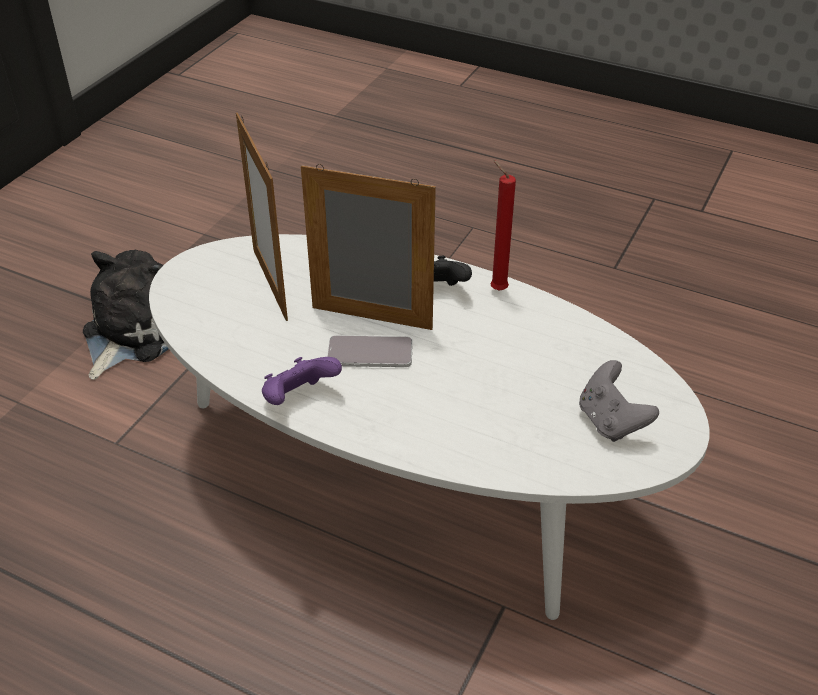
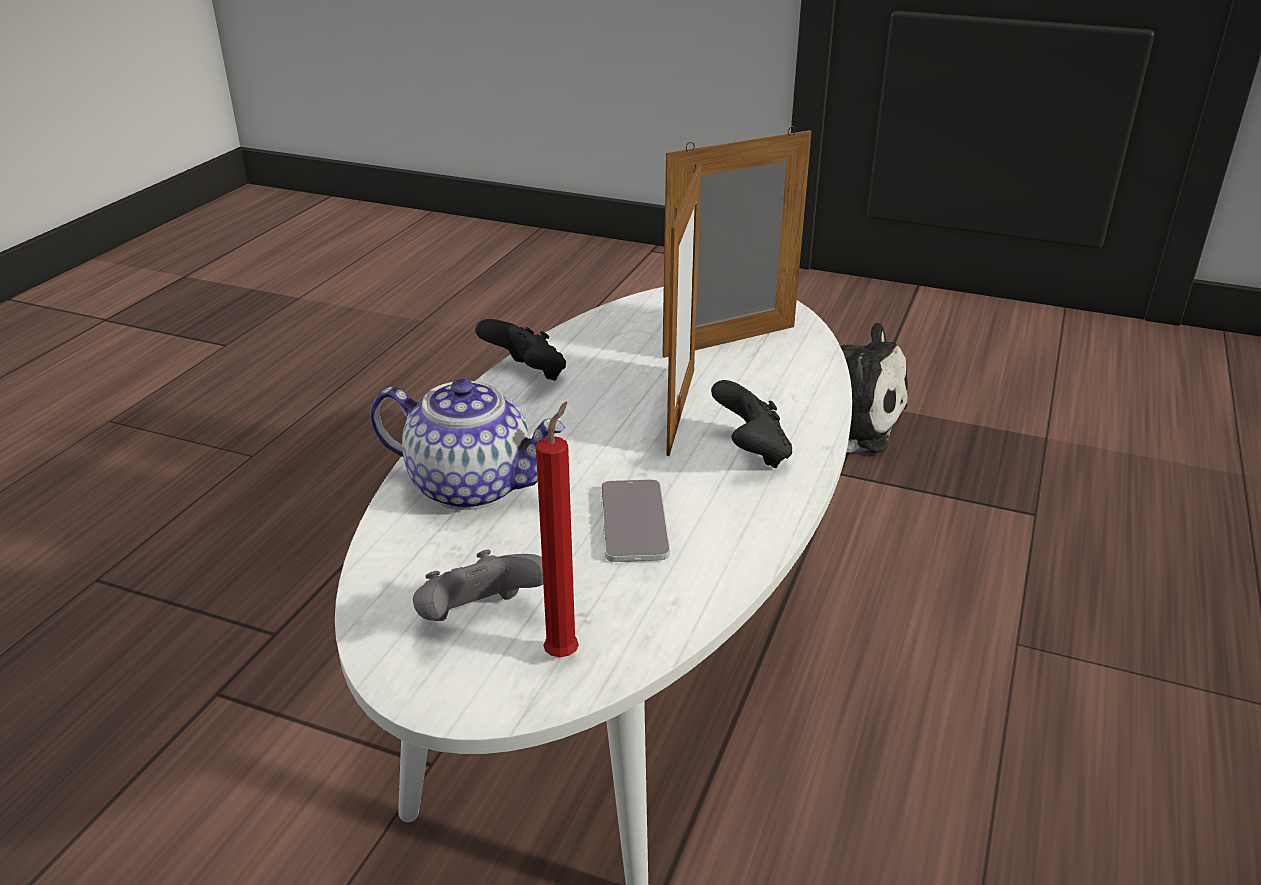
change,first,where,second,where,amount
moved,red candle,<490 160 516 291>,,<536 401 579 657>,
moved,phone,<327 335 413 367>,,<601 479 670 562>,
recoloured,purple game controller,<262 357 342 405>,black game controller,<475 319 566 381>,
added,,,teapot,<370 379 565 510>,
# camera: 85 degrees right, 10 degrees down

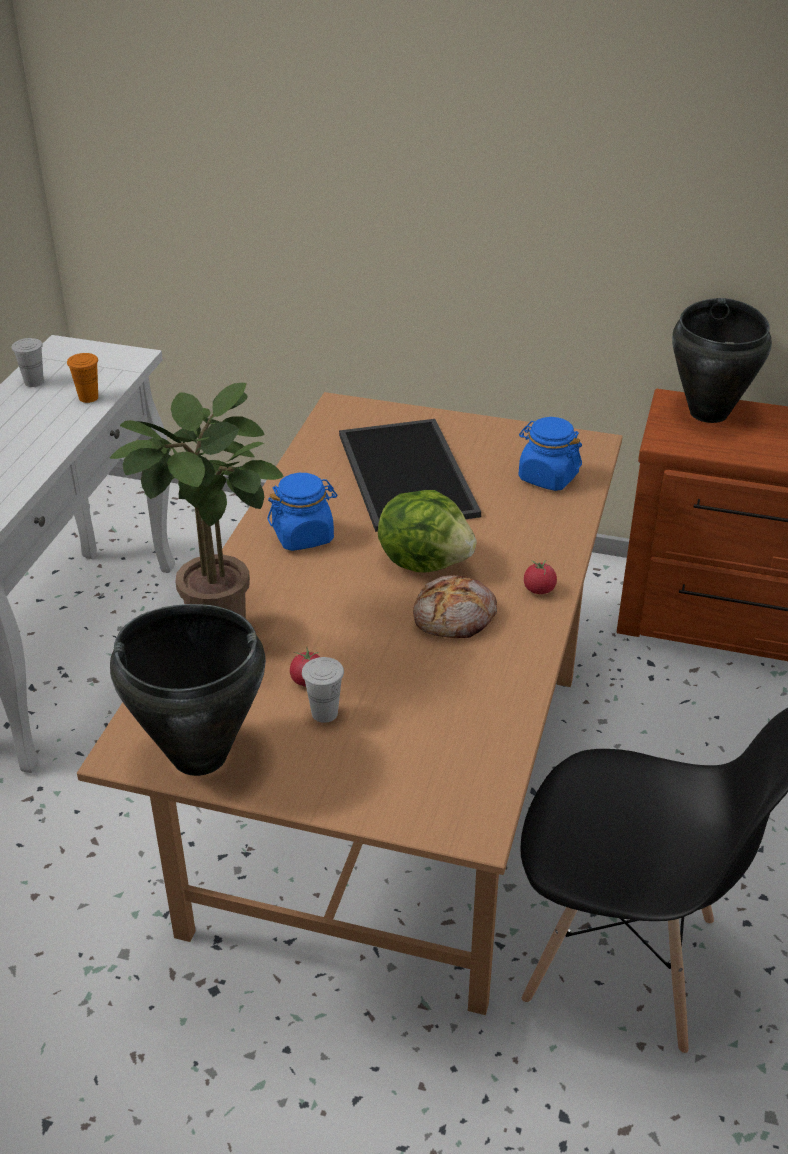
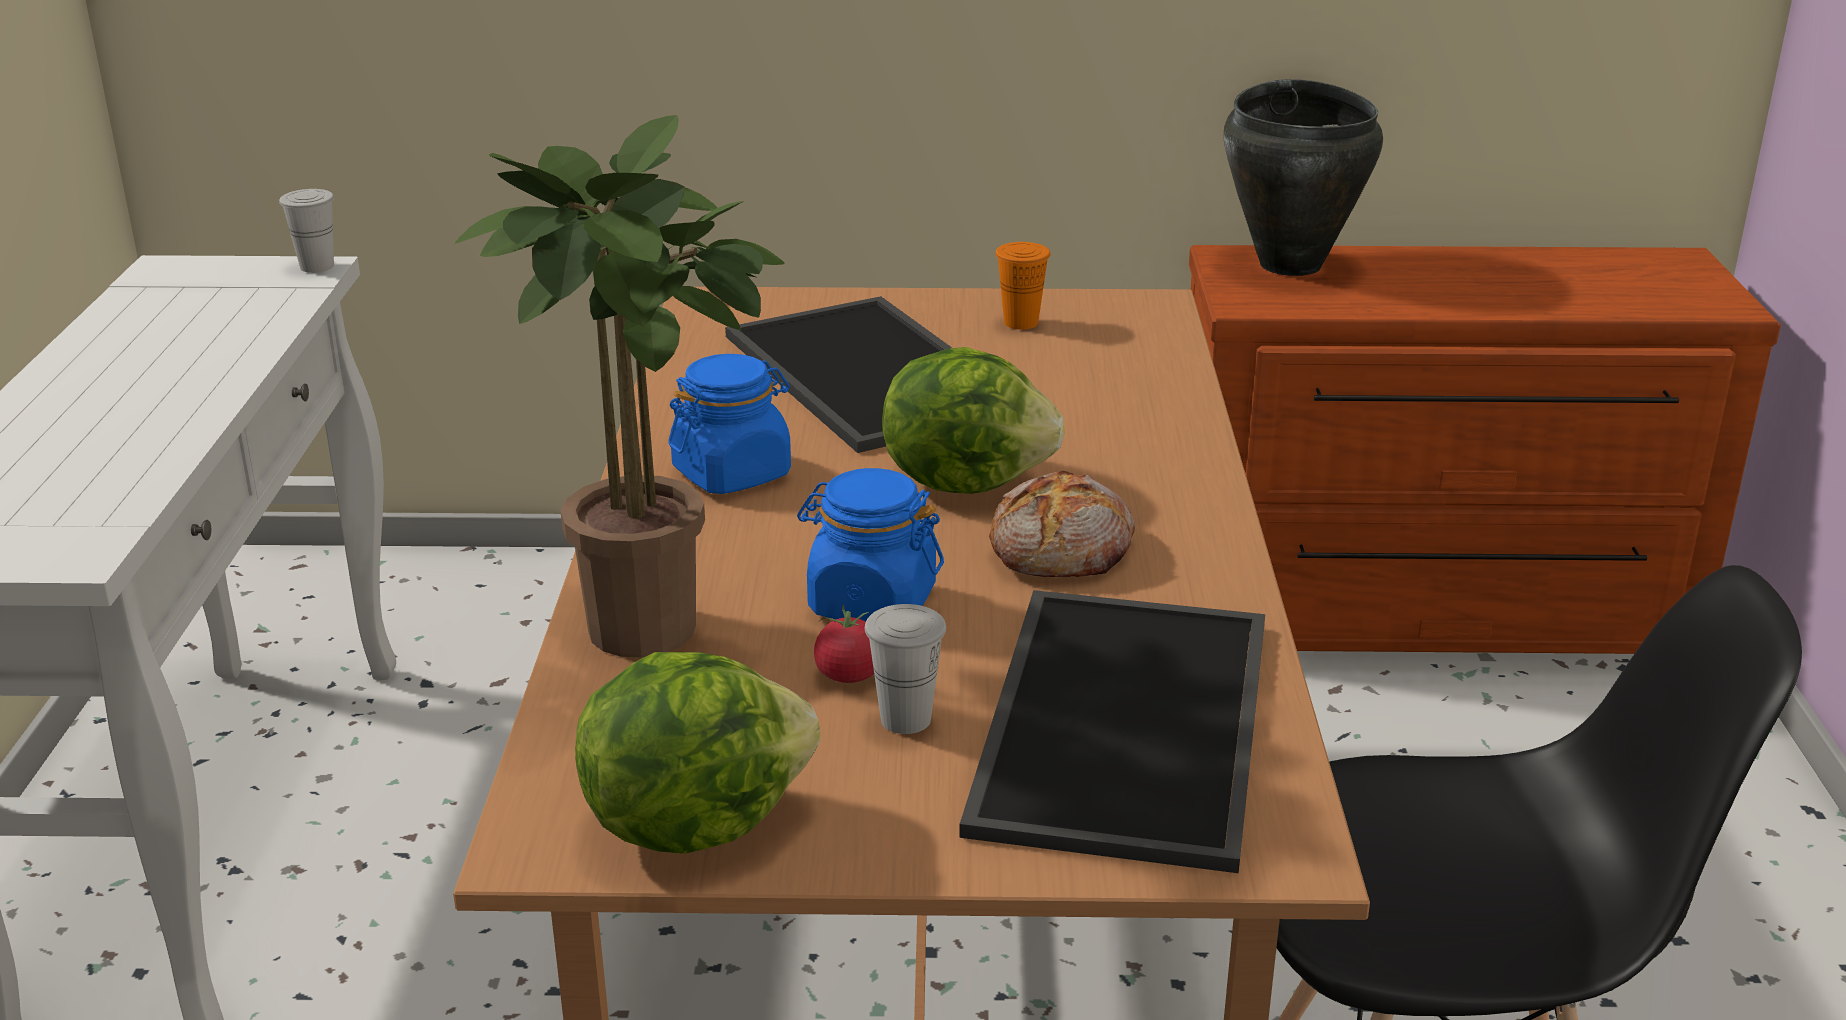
change,first,where,second,where,amount
moved,white cup,<12 338 44 387>,,<279 189 334 273>,
moved,orange cup,<67 353 98 403>,,<995 242 1050 330>,
moved,blue jar,<519 417 582 491>,,<797 468 944 622>,
removed,tomato,<524 560 557 594>,,,
replaced,black cooking pot,<110 604 266 776>,lettuce,<575 652 820 854>,
added,,,tray,<959 590 1265 873>,
# camera: 15 degrees left, 10 degrees down

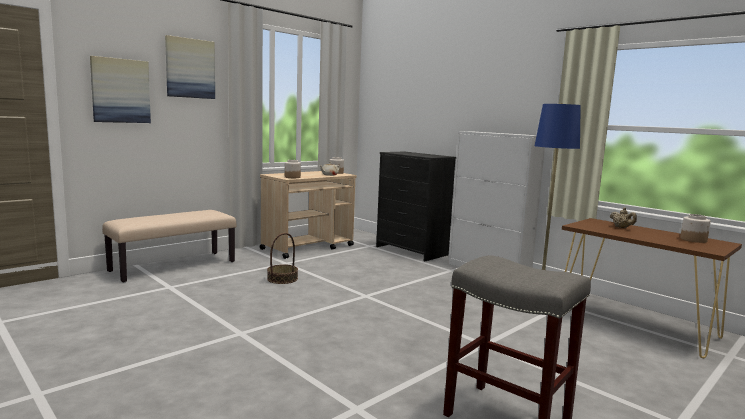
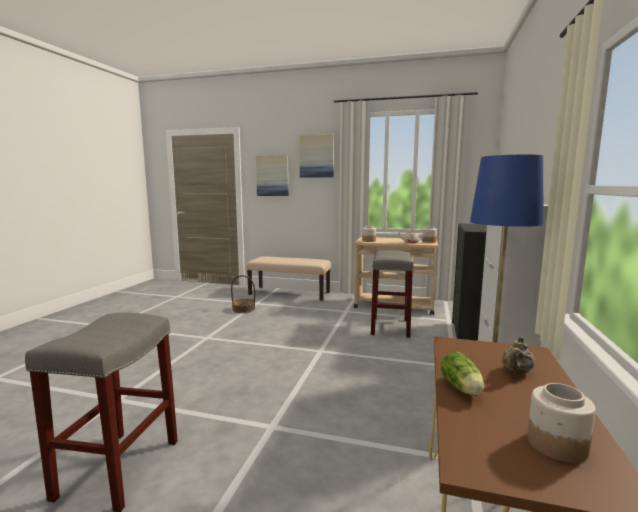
change,first,where,second,where,amount
moved,basket,<267 233 298 284>,,<231 275 255 313>,
added,,,grey stool,<371 250 414 338>,
added,,,lettuce,<441 352 484 396>,
# camera: 60 degrees right, 0 degrees up

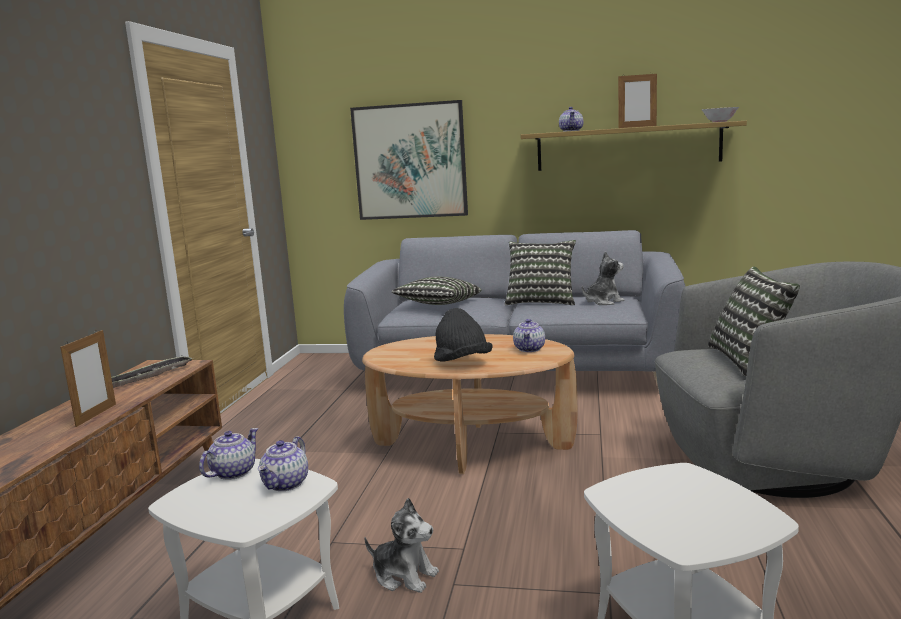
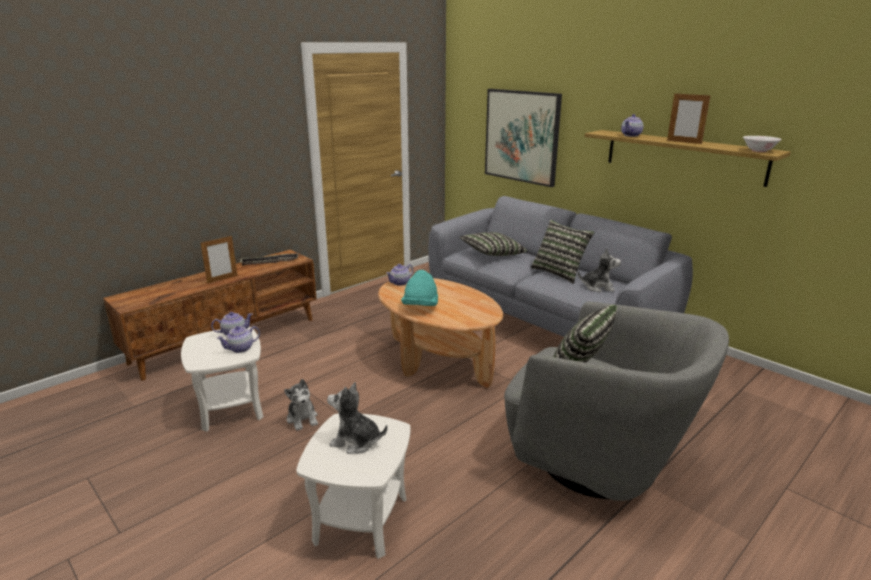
change,first,where,second,where,amount
recoloured,black hat,<434 308 493 362>,turquoise hat,<401 270 438 306>,
moved,teapot,<513 319 545 352>,,<386 264 413 286>,
added,,,plush toy,<327 382 387 454>,
# camera: 35 degrees right, 10 degrees up

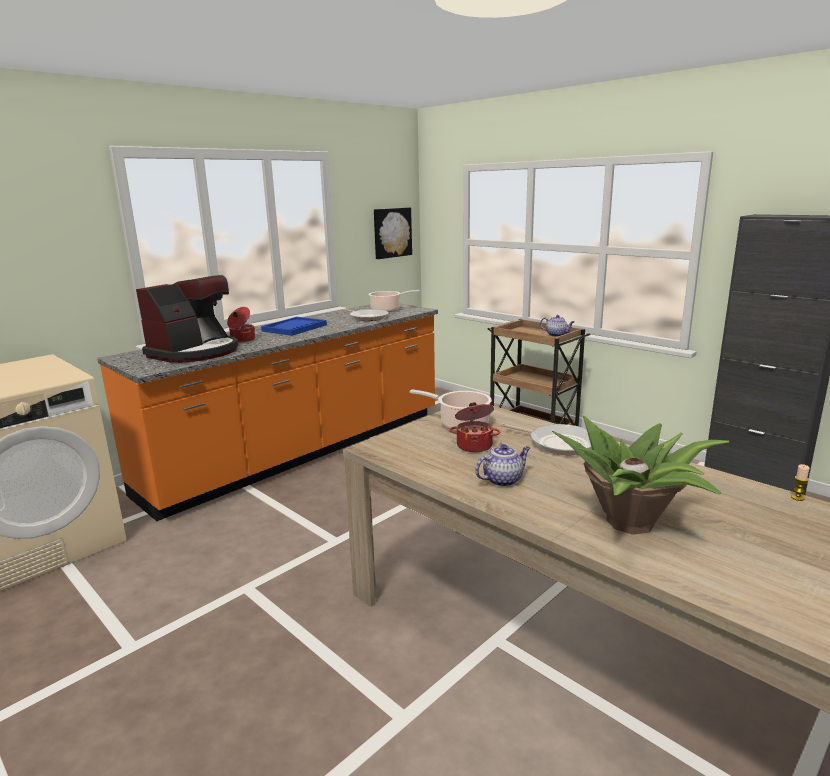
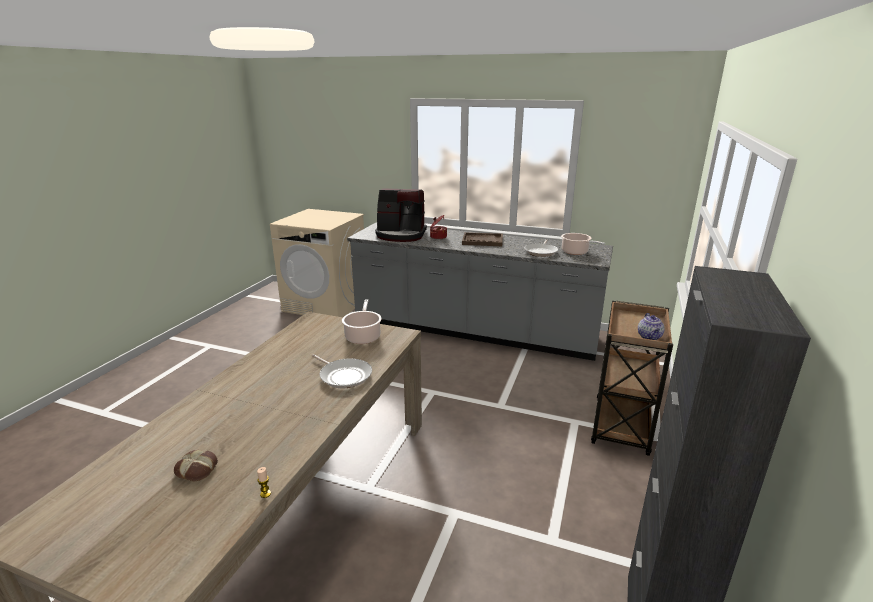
change,first,where,second,where,amount
removed,picture,<374 207 412 259>,,,
recoloured,orange counter,<97 303 438 521>,grey counter,<347 222 613 361>,
recoloured,blue tray,<261 317 327 336>,brown tray,<462 232 503 246>,
removed,cooking pot,<449 402 500 452>,,,
removed,potted plant,<552 416 729 535>,,,
turned,frying pan,<501 424 592 455>,,<312 354 372 388>,60 degrees counterclockwise
removed,teapot,<475 444 530 487>,,,
added,,,bread,<174 450 218 481>,
# camera: 65 degrees right, 5 degrees up

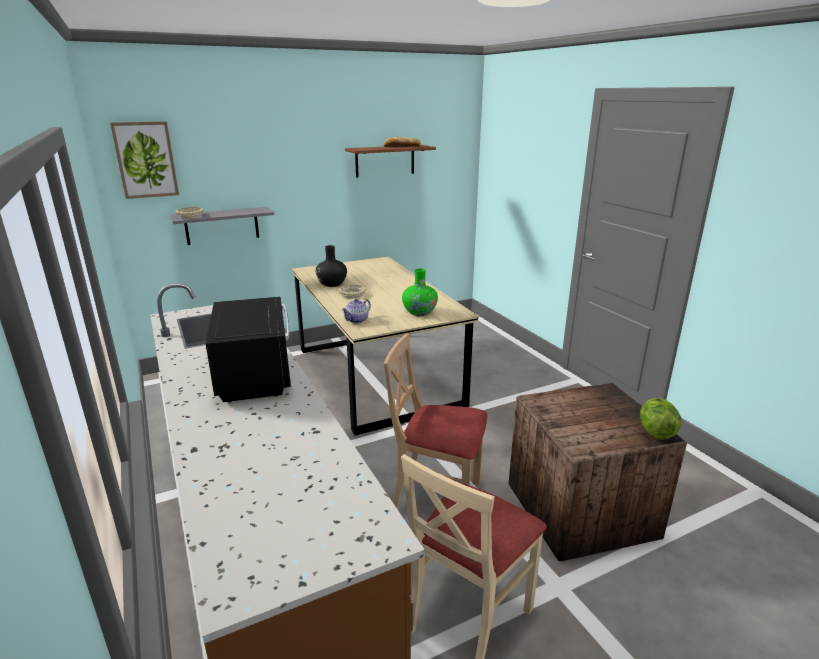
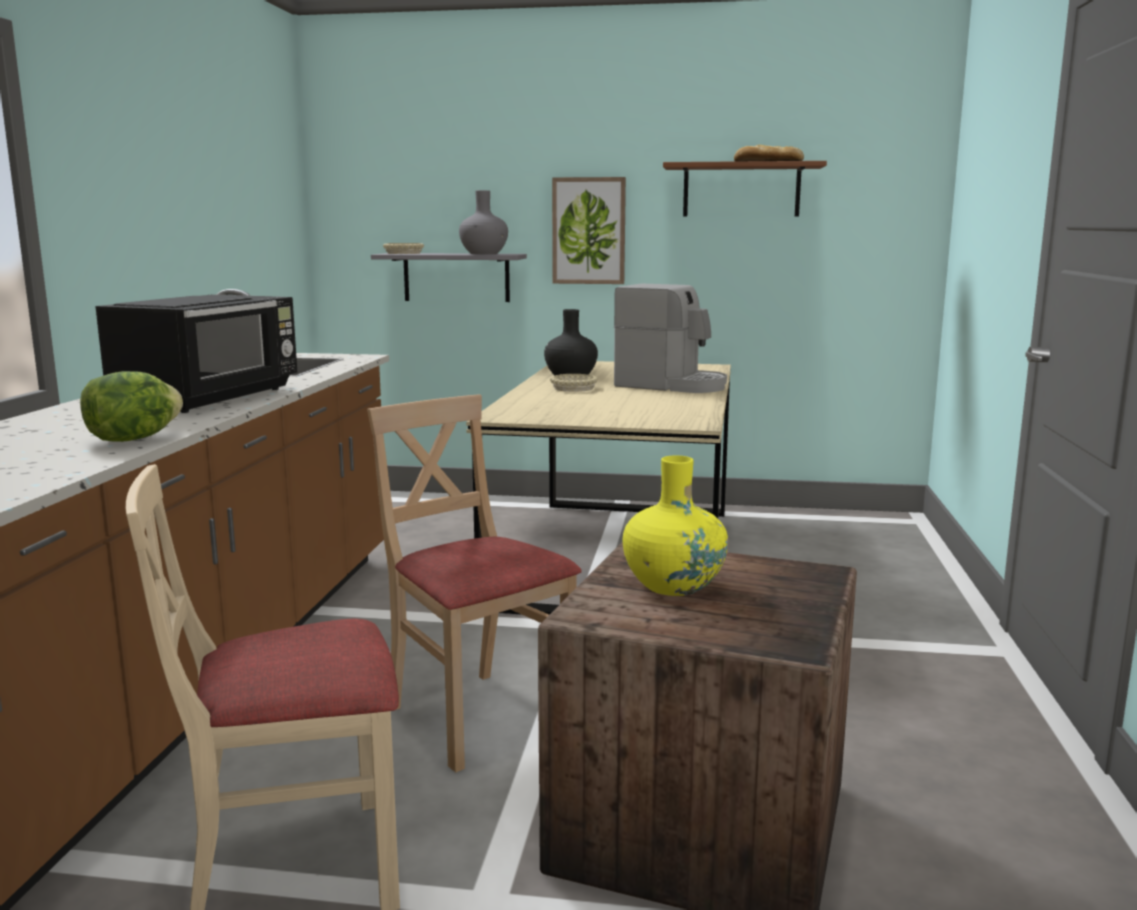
change,first,where,second,where,amount
moved,picture,<110 121 179 199>,,<552 177 626 284>,
removed,green vase,<402 268 438 316>,,,
removed,teapot,<342 299 371 323>,,,
moved,lettuce,<640 398 682 440>,,<80 371 183 442>,
added,,,grey vase,<459 190 508 254>,
added,,,coffee machine,<614 284 727 393>,
added,,,yellow vase,<623 455 728 596>,
# camera: 35 degrees right, 10 degrees down

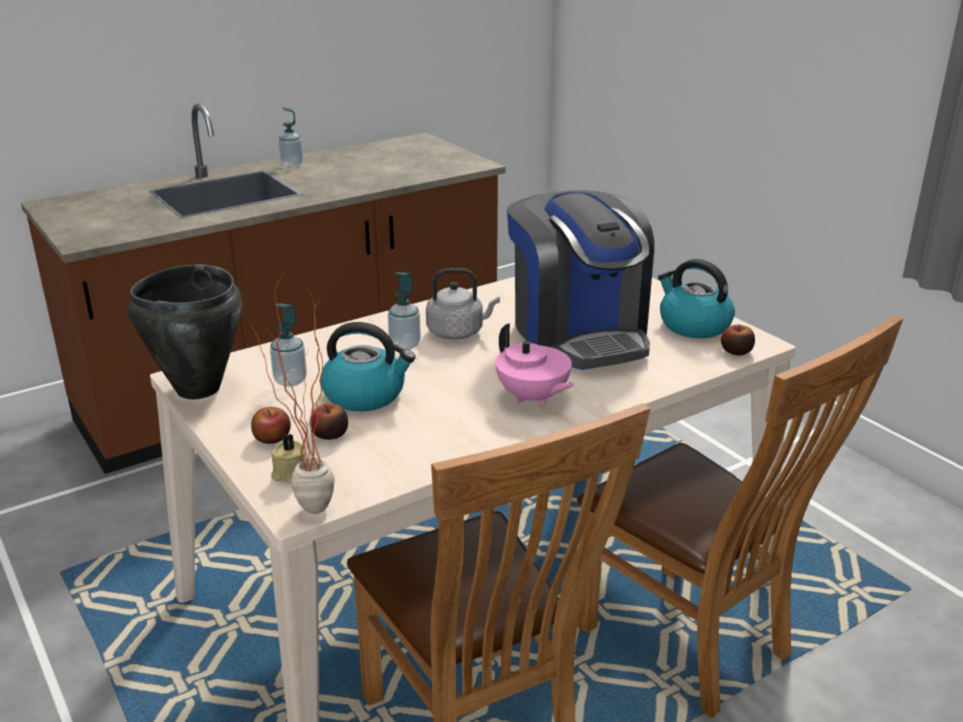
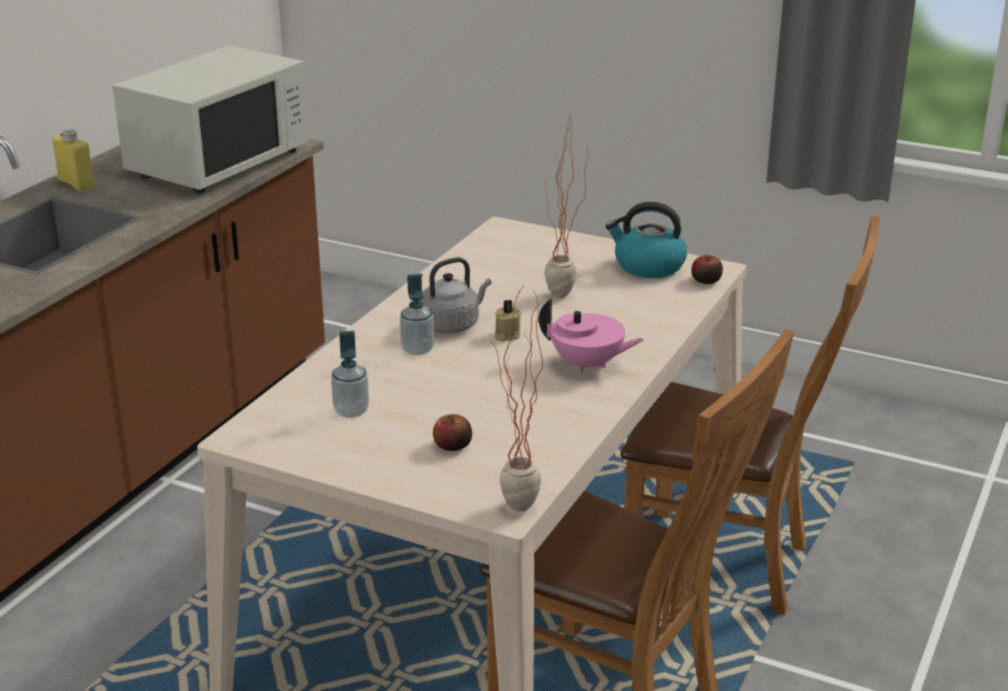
change,first,where,second,where,amount
replaced,soap dispenser,<279 107 303 167>,yellow bottle,<53 128 94 191>,
replaced,coffee machine,<507 190 654 370>,potted plant,<545 112 588 298>,
removed,black cooking pot,<128 264 242 399>,,,
removed,kettle,<320 322 415 411>,,,
removed,apple,<251 407 291 444>,,,
moved,beige candle,<271 434 305 483>,,<495 300 522 341>,
added,,,white microwave,<112 45 310 193>,
# camera: 30 degrees left, 0 degrees up

